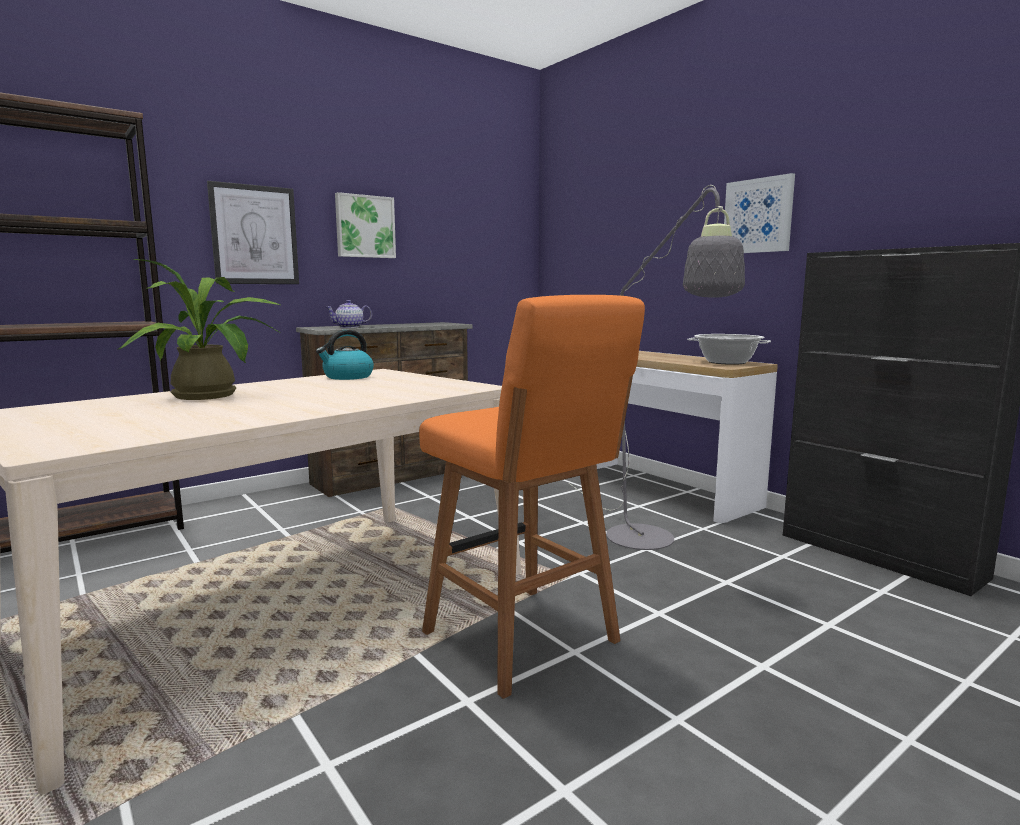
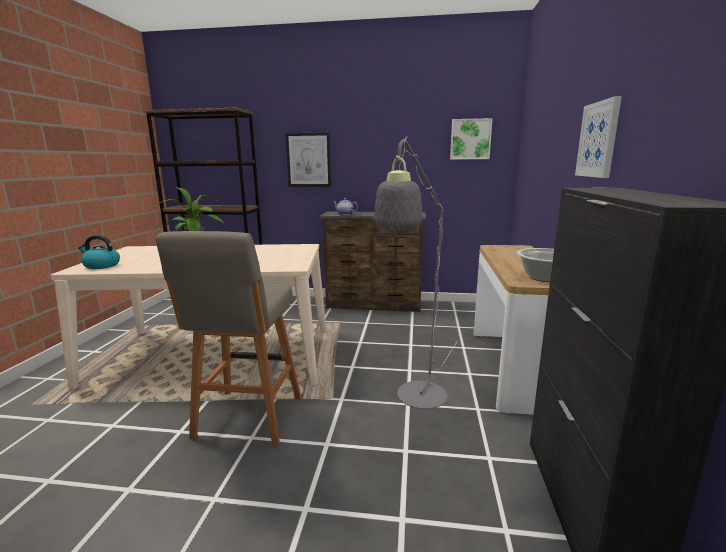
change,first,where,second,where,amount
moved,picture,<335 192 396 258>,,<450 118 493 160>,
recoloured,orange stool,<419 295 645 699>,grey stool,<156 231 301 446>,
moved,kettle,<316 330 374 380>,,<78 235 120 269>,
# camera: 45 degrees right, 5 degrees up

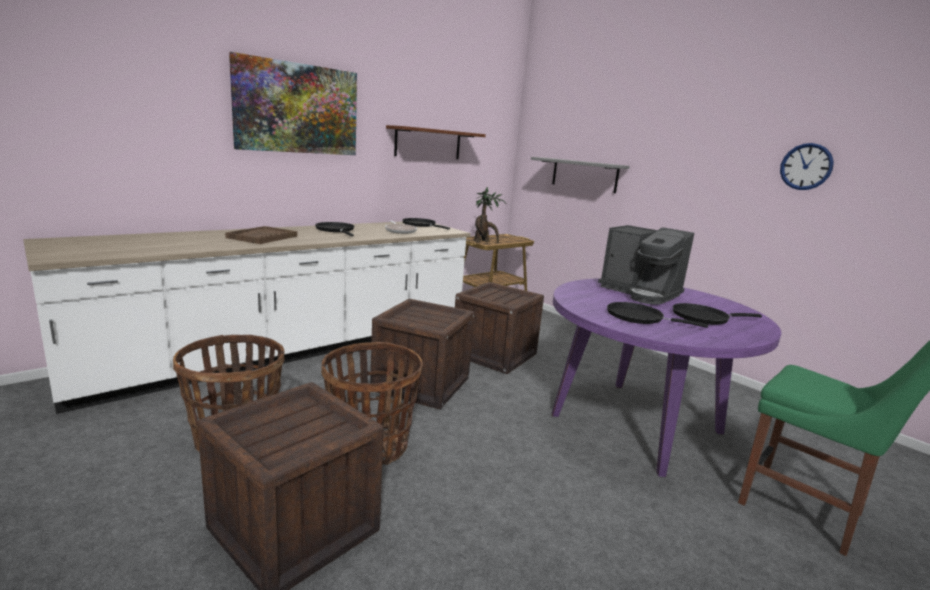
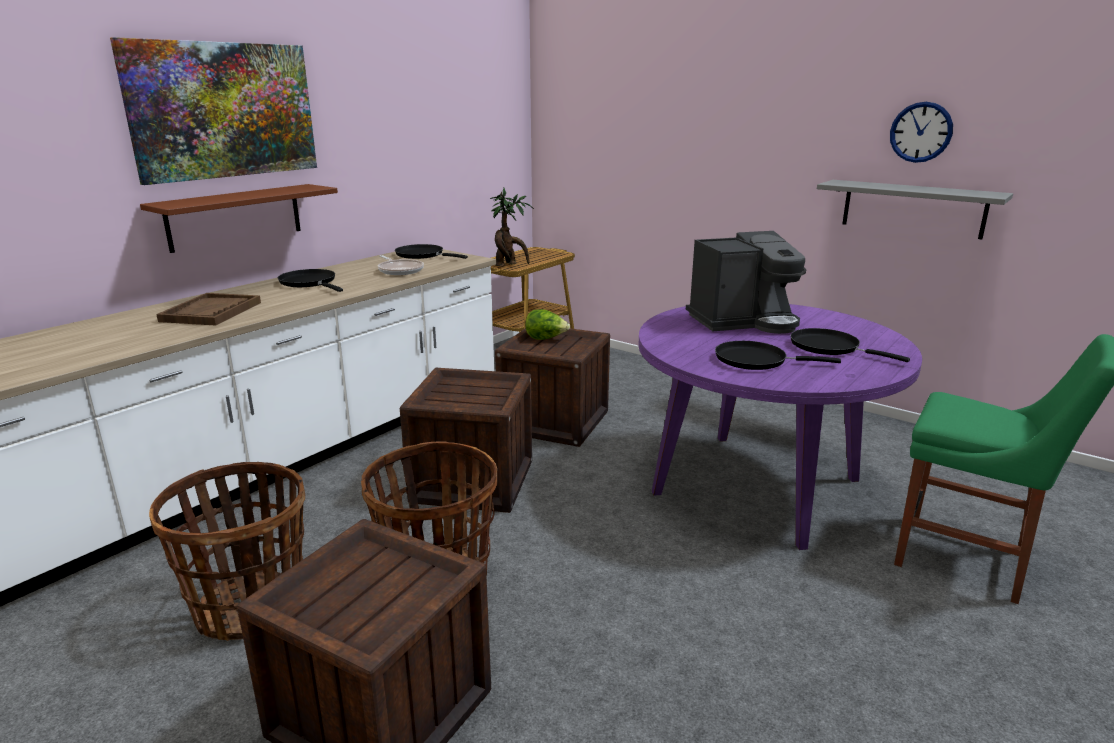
change,first,where,second,where,amount
moved,brown shelf,<386 125 486 159>,,<140 184 338 253>,
moved,grey shelf,<531 157 630 193>,,<817 180 1013 239>,
turned,coffee machine,<598 225 694 305>,,<686 231 806 334>,45 degrees counterclockwise
turned,black frying pan,<673 303 762 325>,,<790 328 910 362>,60 degrees clockwise
added,,,lettuce,<525 309 570 340>,
# camera: 10 degrees left, 5 degrees up

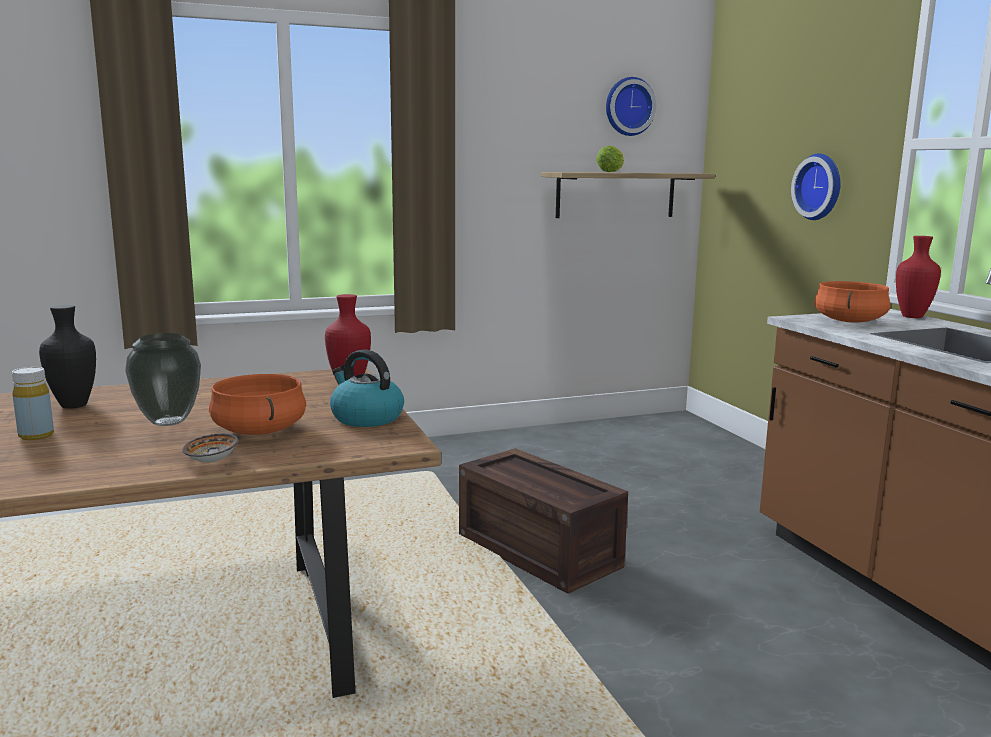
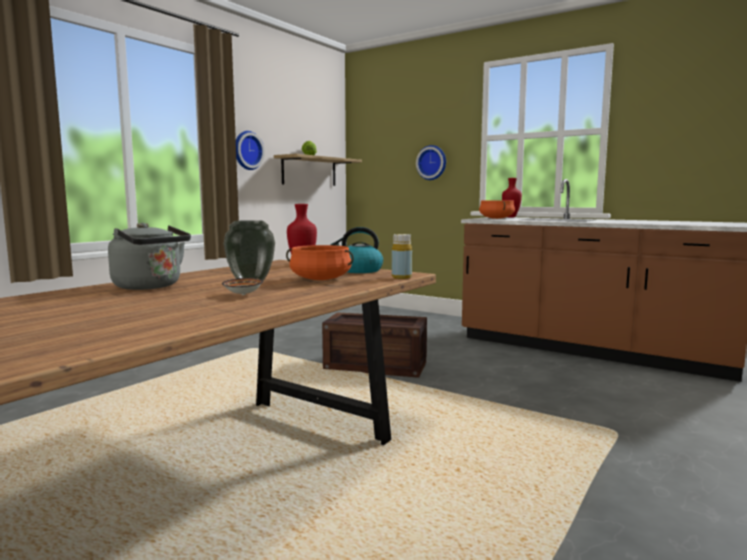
change,first,where,second,where,amount
moved,wall clock,<606 77 656 136>,,<236 131 265 170>,
replaced,black vase,<39 305 96 409>,grey kettle,<108 223 191 290>,
moved,yellow bottle,<12 367 54 440>,,<392 234 412 279>,
moved,bowl,<182 434 238 463>,,<222 278 263 295>,
# camera: 35 degrees left, 5 degrees down

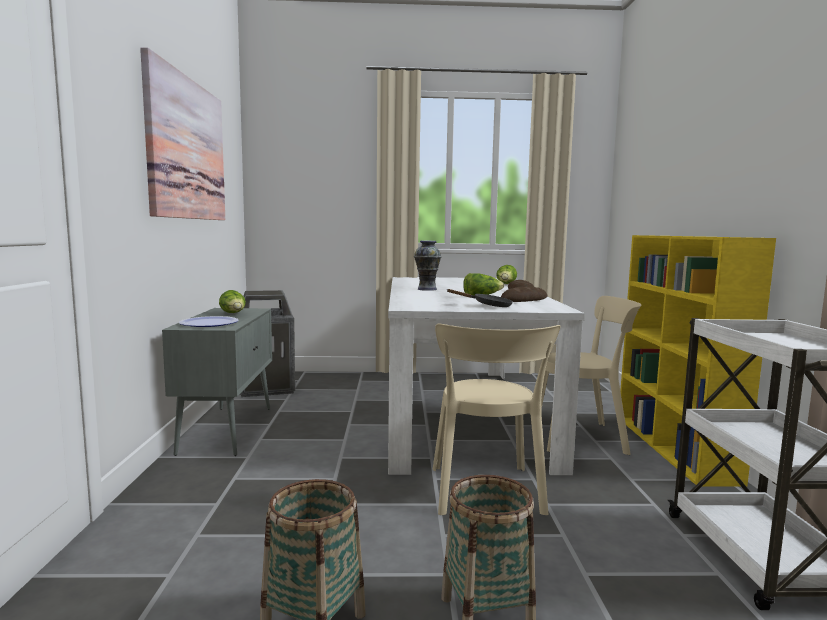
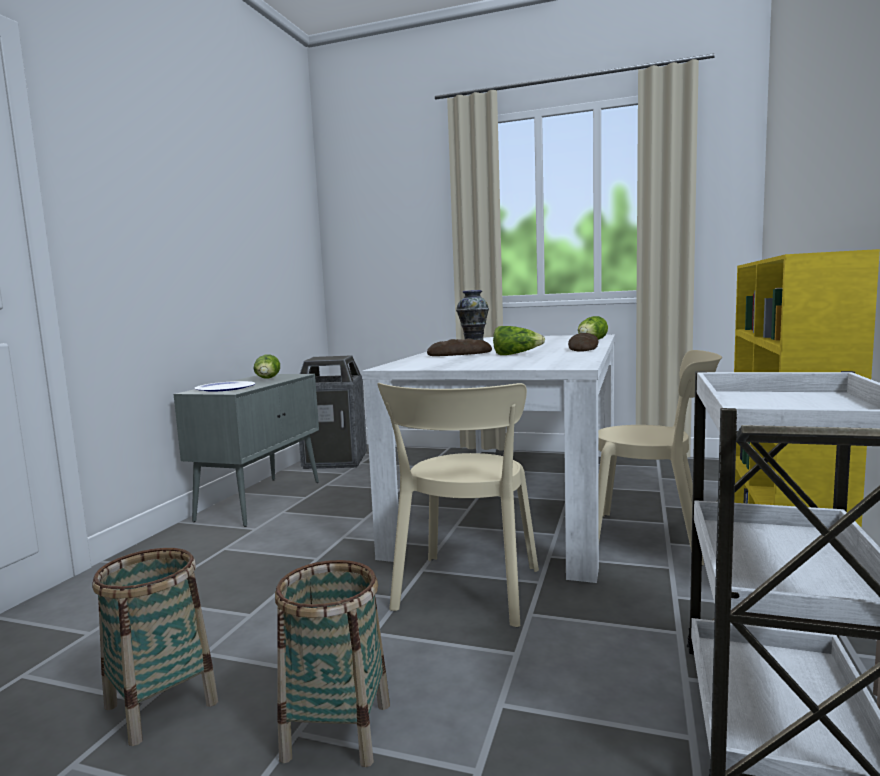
change,first,where,second,where,amount
removed,picture,<140 47 225 220>,,,
moved,bread,<501 286 547 302>,,<427 339 492 356>,
removed,black frying pan,<446 289 513 307>,,,
# camera: 20 degrees right, 0 degrees up

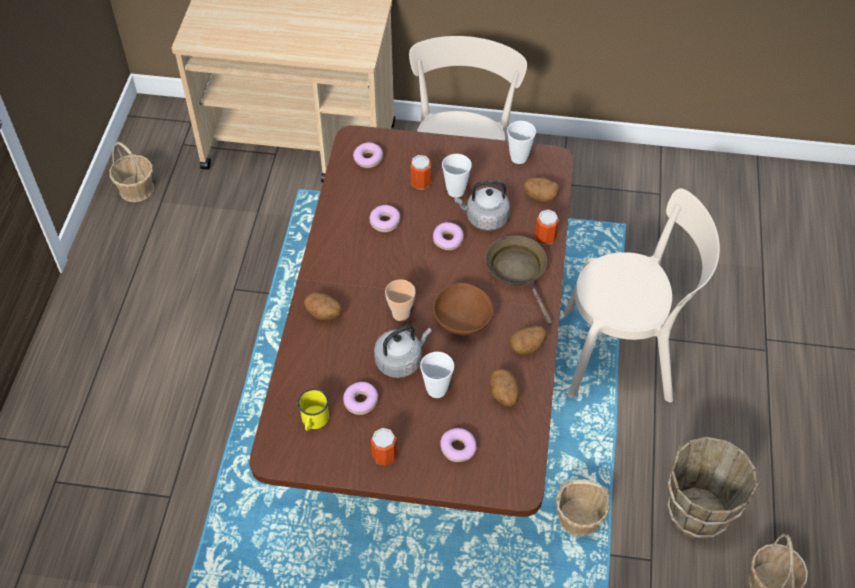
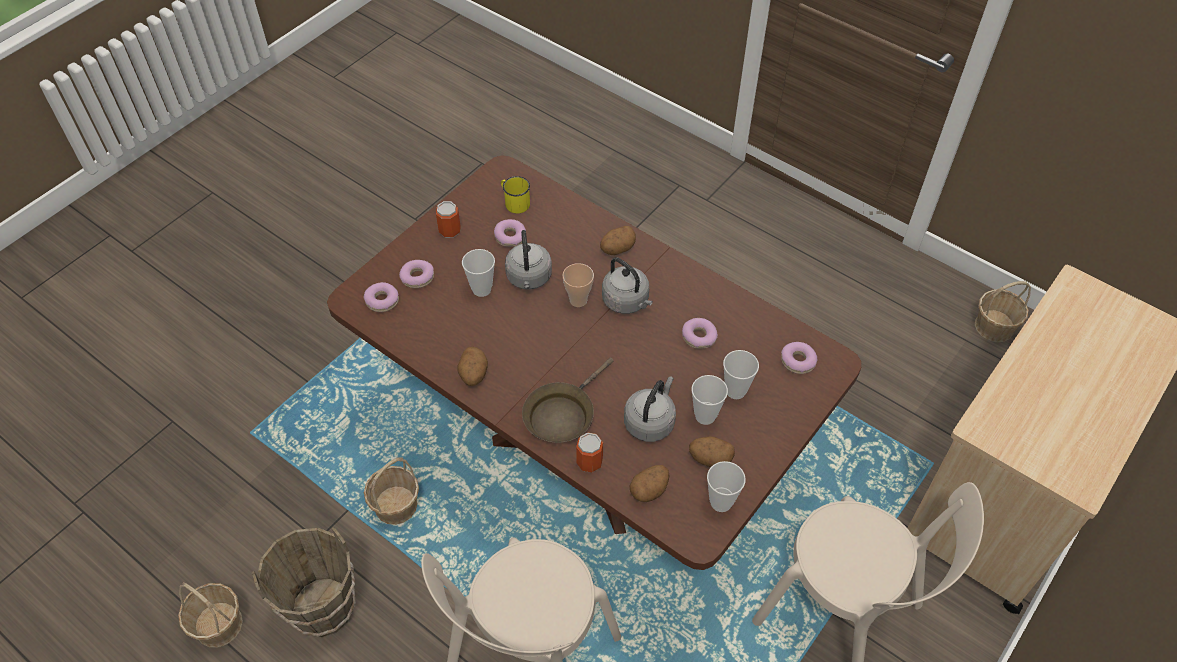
change,first,where,second,where,amount
replaced,can,<411 155 431 190>,cup,<723 350 759 399>,
moved,donut,<433 222 464 250>,,<363 282 399 312>,
turned,brown frying pan,<485 235 553 325>,,<522 357 614 443>,120 degrees clockwise
removed,brown bowl,<433 283 493 335>,,,
moved,potato,<490 369 519 407>,,<689 436 735 467>,
added,,,grey kettle,<602 257 653 314>,
# camera: 120 degrees right, 0 degrees up

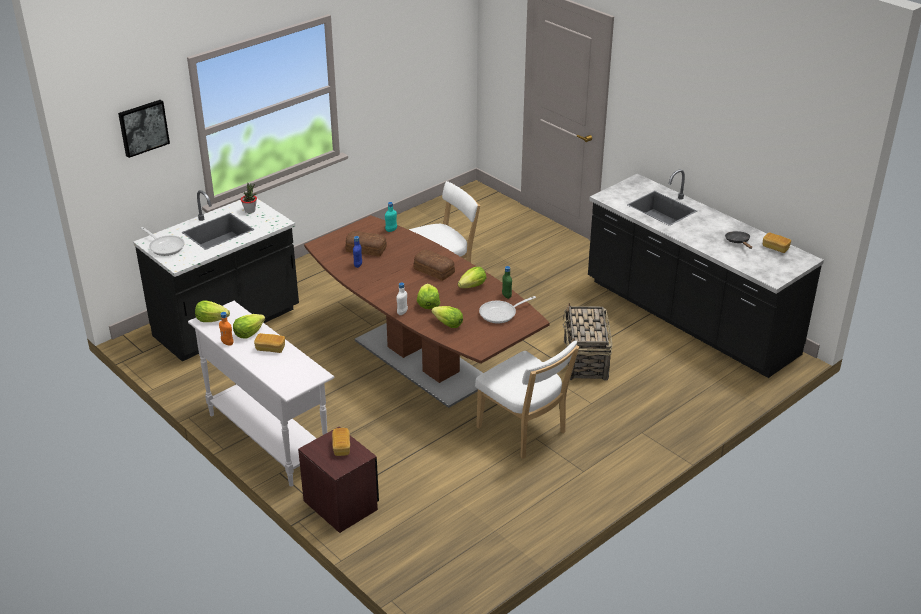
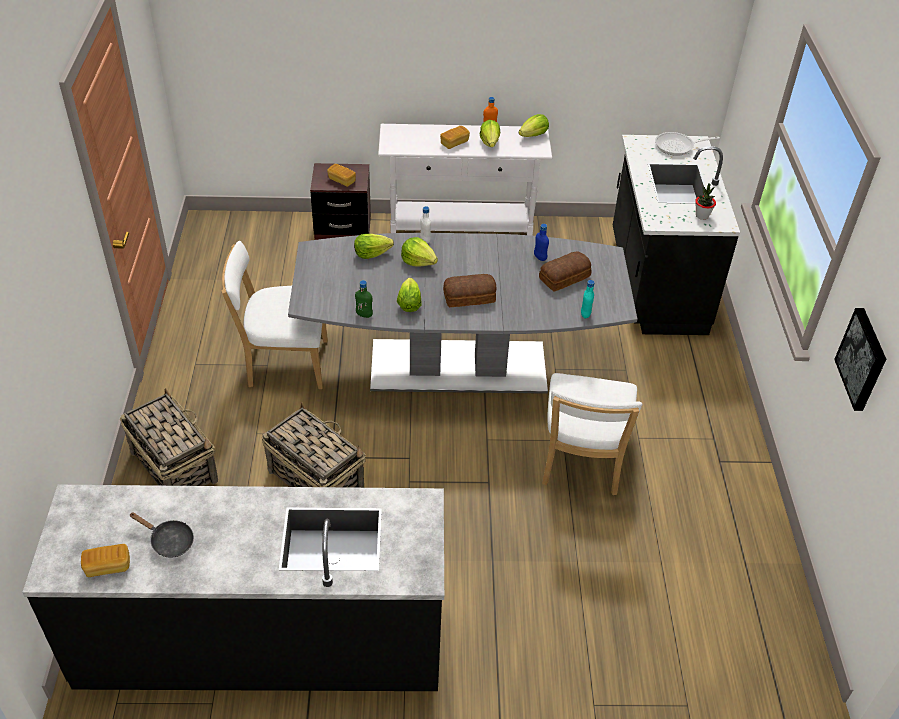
change,first,where,second,where,amount
moved,picture,<118 100 170 158>,,<834 308 886 411>,
recoloured,brown dining table,<304 215 550 408>,grey dining table,<288 233 638 394>,
removed,frying pan,<479 296 536 323>,,,
added,,,basket,<120 388 218 486>,
# camera: 130 degrees right, 10 degrees up

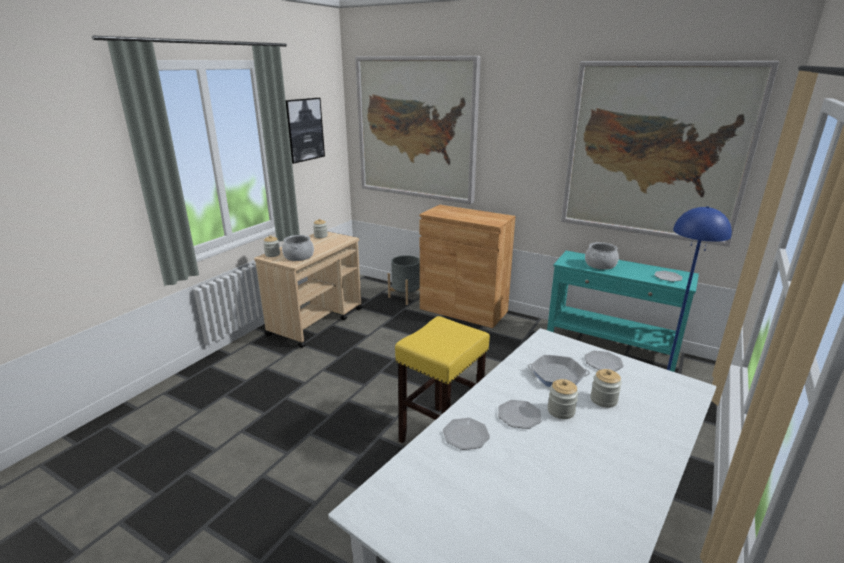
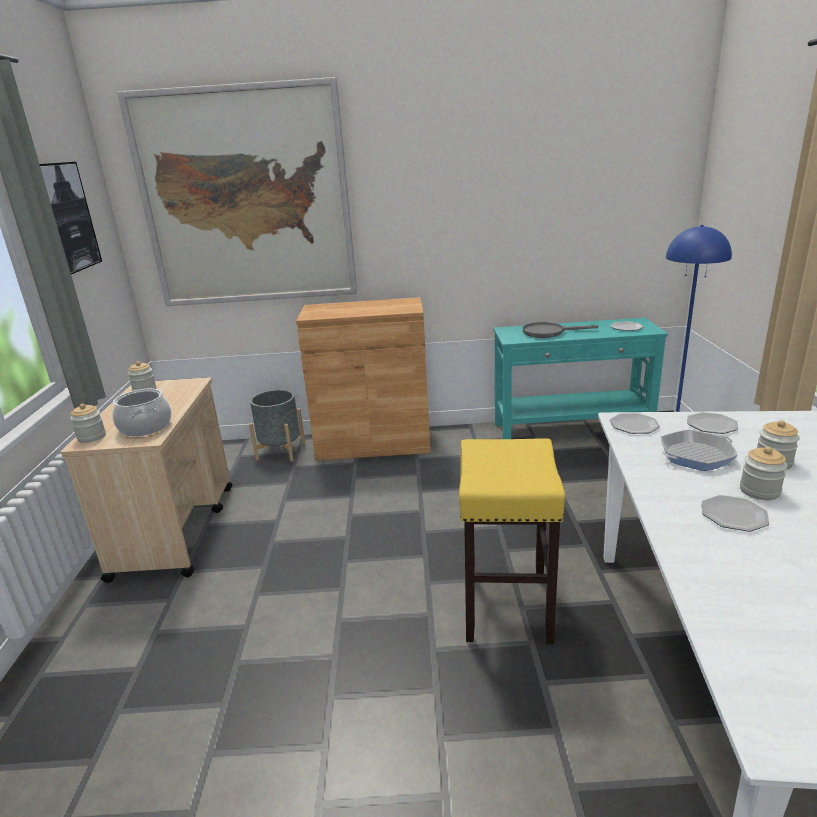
change,first,where,second,where,amount
removed,picture,<561 61 779 247>,,,
replaced,cooking pot,<585 242 619 270>,grey frying pan,<523 322 598 338>,
moved,plate,<443 418 490 450>,,<610 413 660 434>,
# camera: 30 degrees left, 0 degrees up

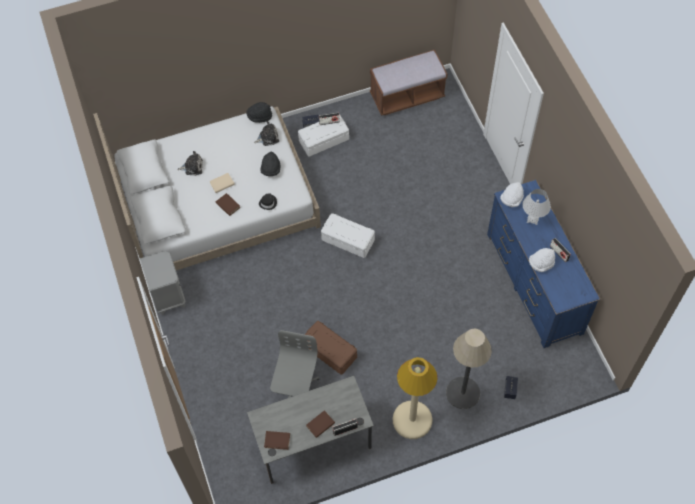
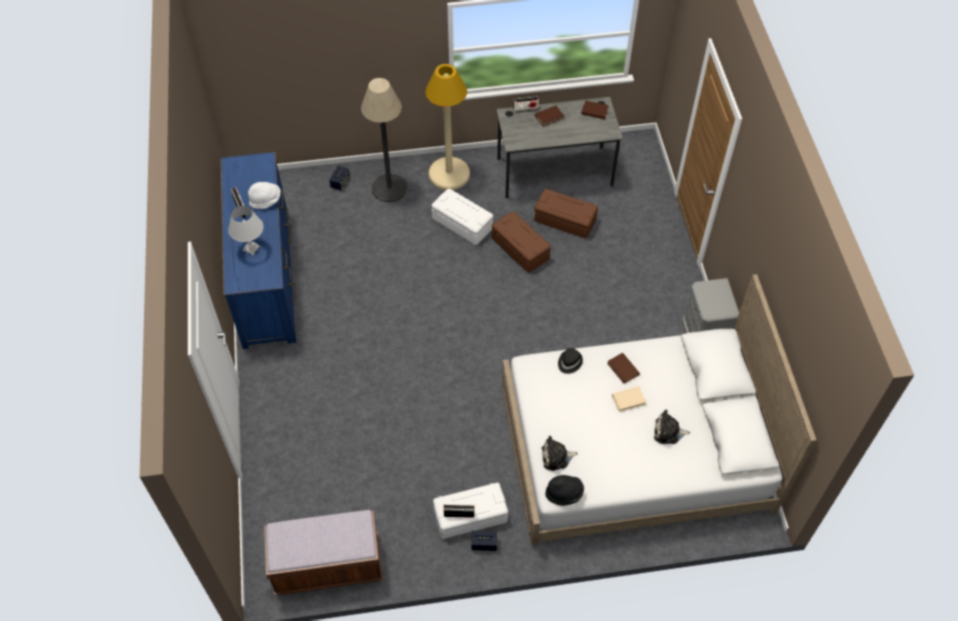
change,first,where,second,where,amount
removed,black hat,<260 151 280 176>,,,
removed,white hat,<500 182 524 207>,,,
moved,white storage box,<321 213 375 258>,,<432 189 493 245>,
replaced,grey office chair,<270 330 319 398>,brown storage box,<534 189 598 239>,
# camera: 170 degrees left, 5 degrees down

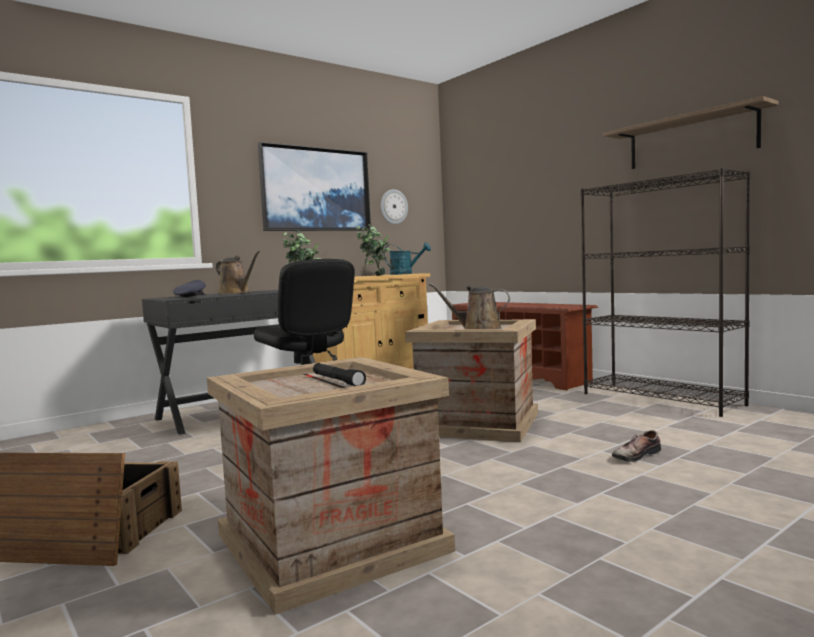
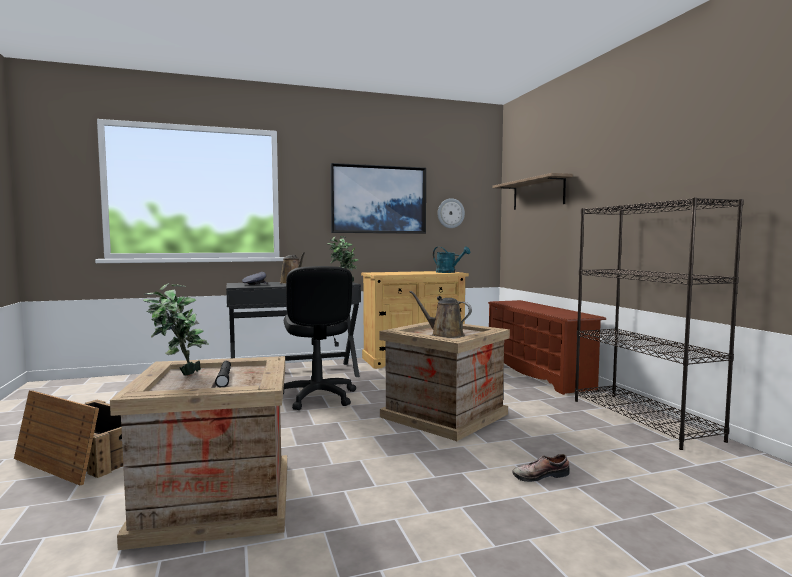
change,first,where,second,where,amount
moved,shelf,<603 96 779 169>,,<492 173 573 210>,
moved,potted plant,<356 224 390 276>,,<143 283 209 376>,
# camera: 20 degrees right, 0 degrees up

